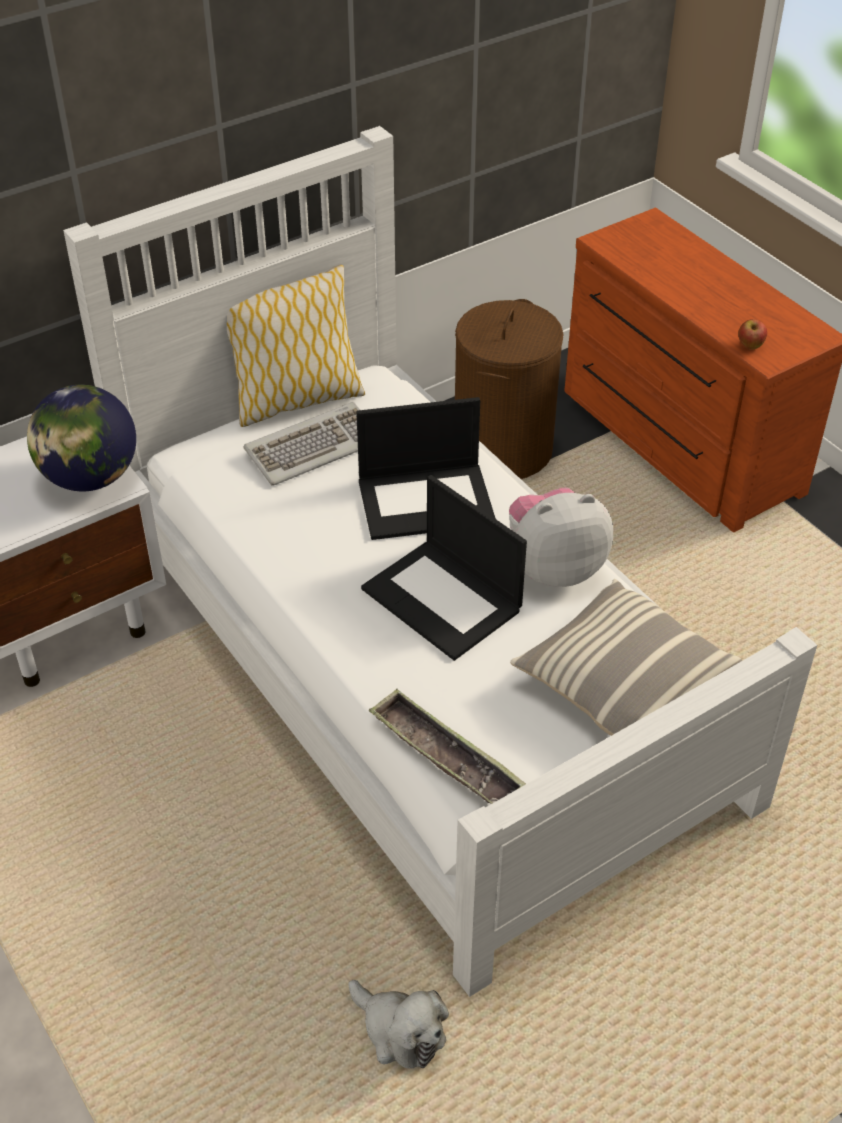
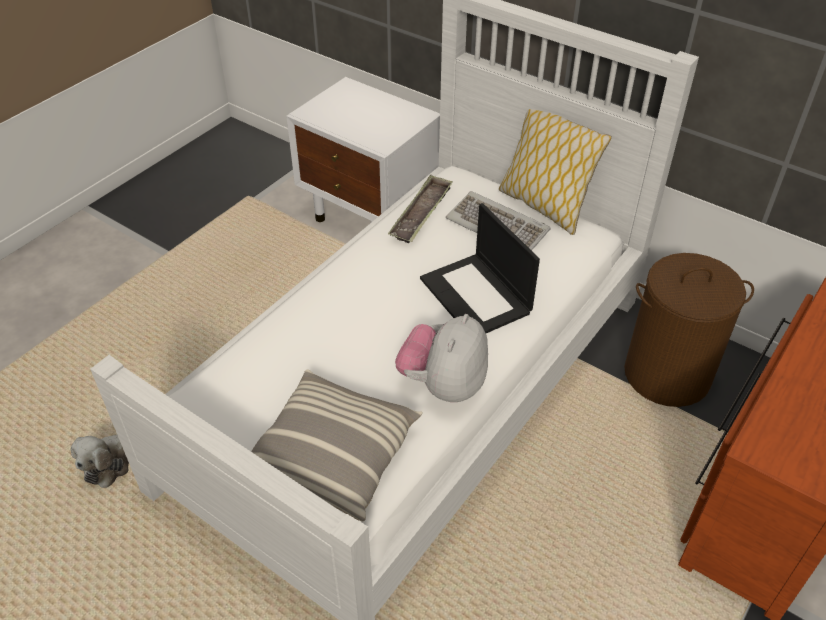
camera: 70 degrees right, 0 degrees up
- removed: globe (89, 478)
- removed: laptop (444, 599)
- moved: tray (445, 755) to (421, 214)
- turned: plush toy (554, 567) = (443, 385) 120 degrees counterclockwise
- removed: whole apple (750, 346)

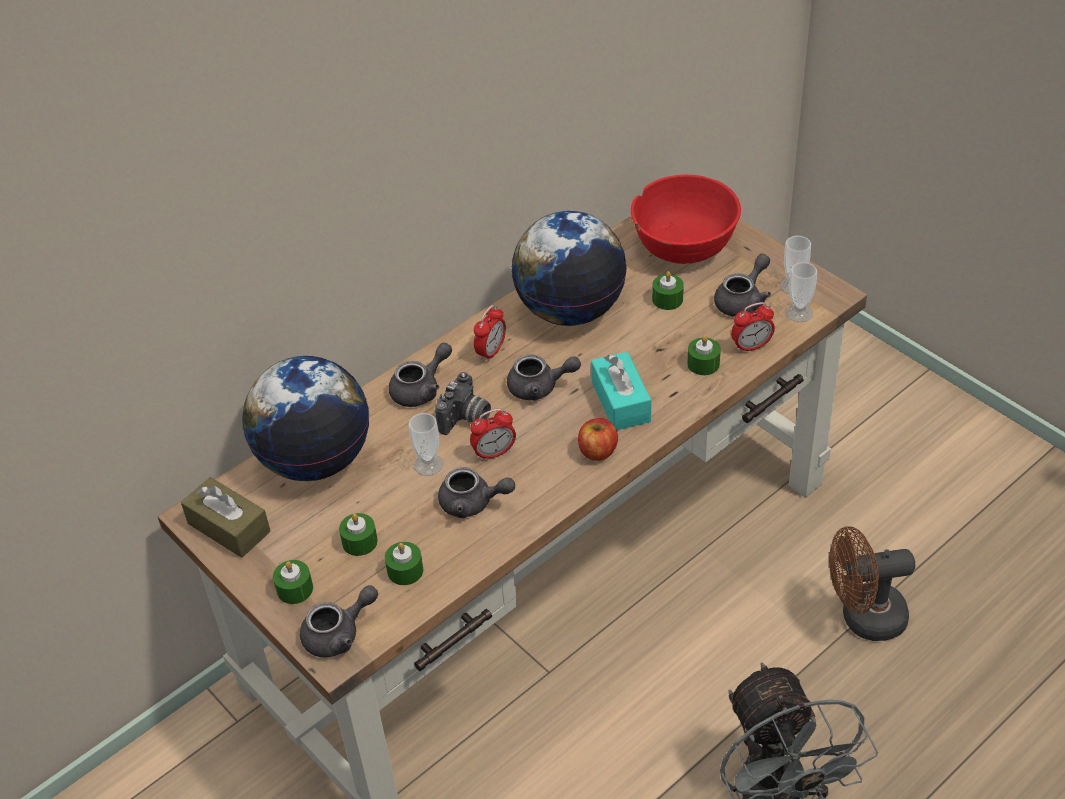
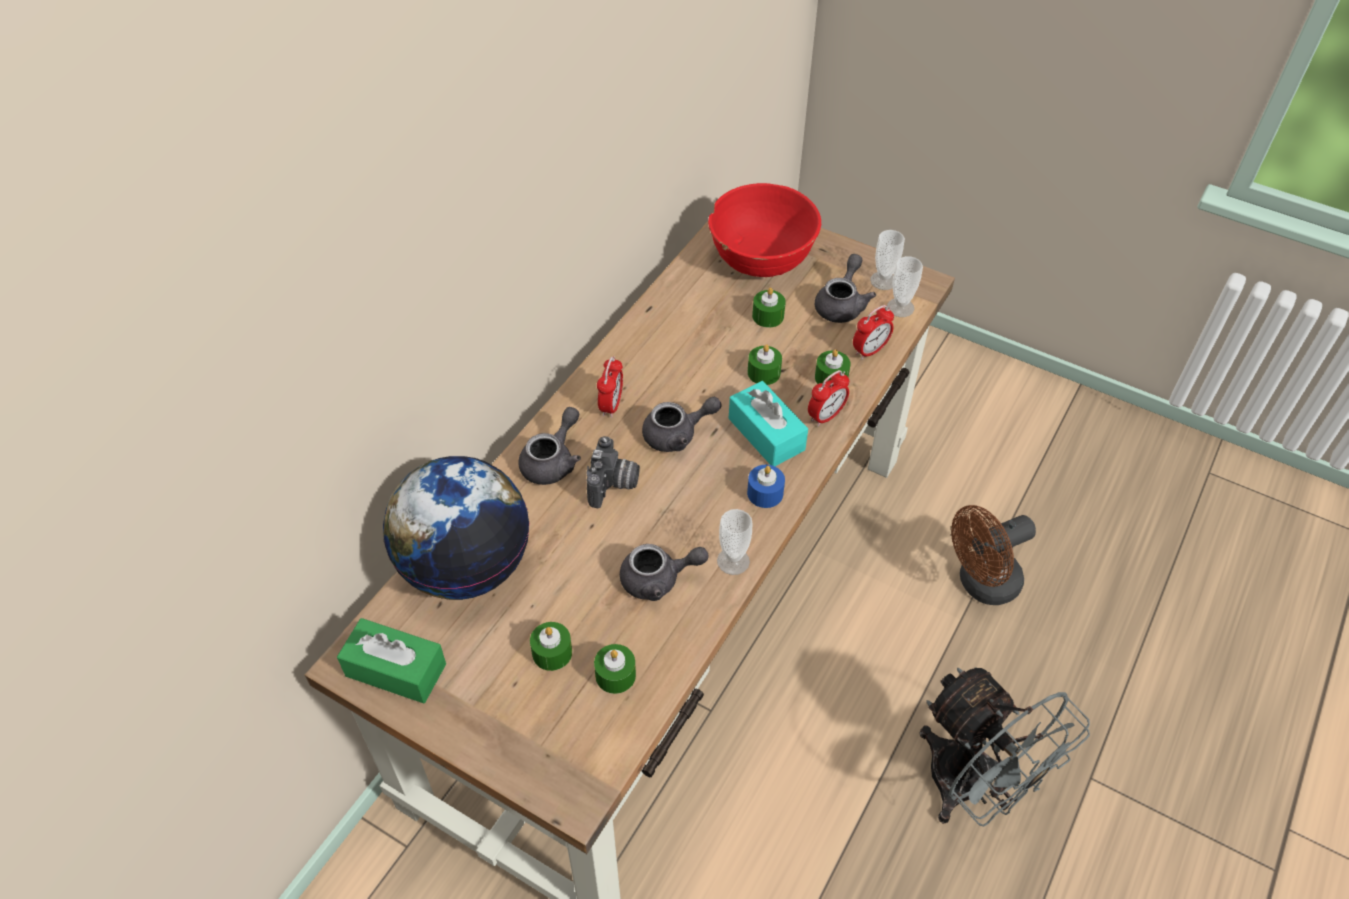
camera: 20 degrees left, 5 degrees up
- recoloured: brown box of tissues (229, 527) to green box of tissues (396, 670)
- moved: green wax candle (295, 589) to (764, 372)
- removed: grey teapot (339, 634)
- moved: drinking cup (428, 464) to (733, 561)
- moved: table clock (494, 453) to (826, 416)
- removed: globe (570, 310)
- replaced: whole apple (597, 451) to blue wax candle (765, 493)

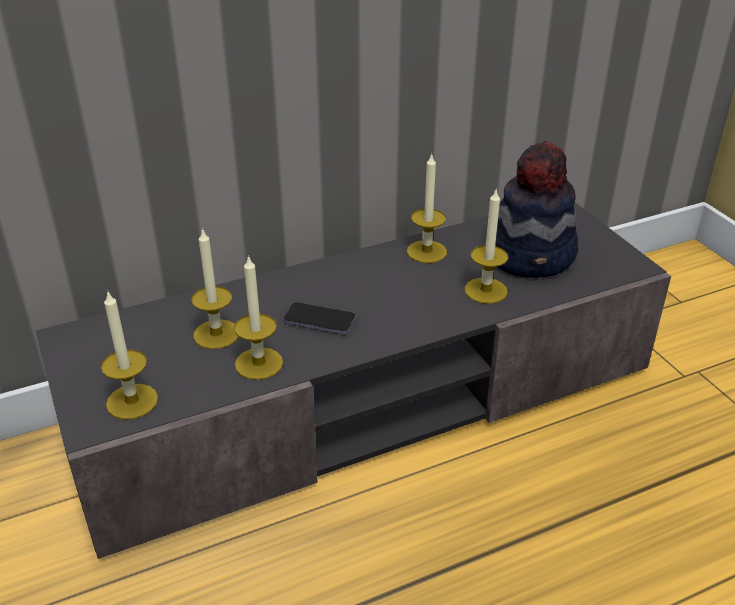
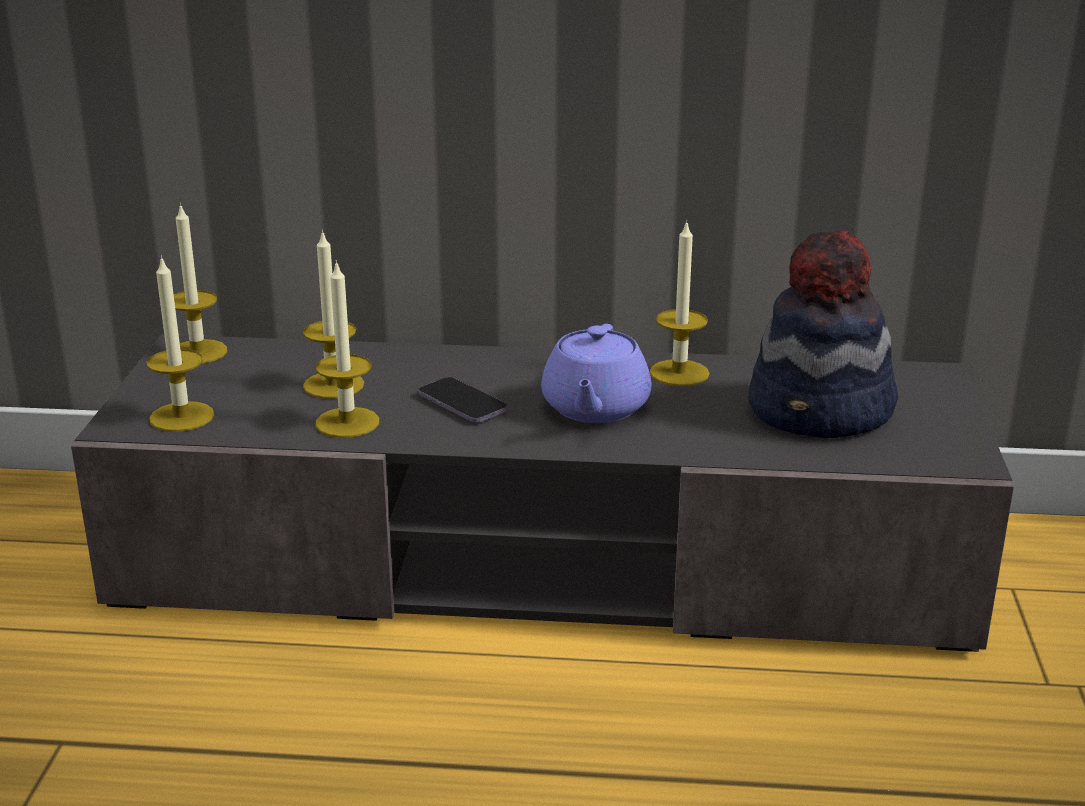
camera: 30 degrees right, 10 degrees down
- moved: wax candle (485, 290) to (198, 352)
- added: purple teapot (595, 408)

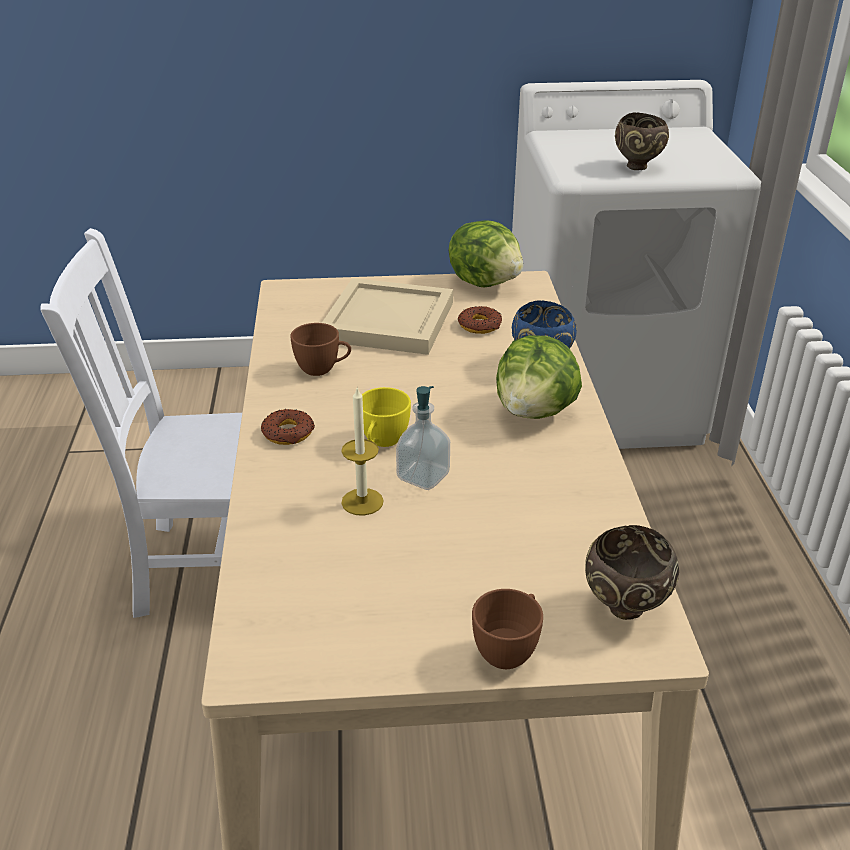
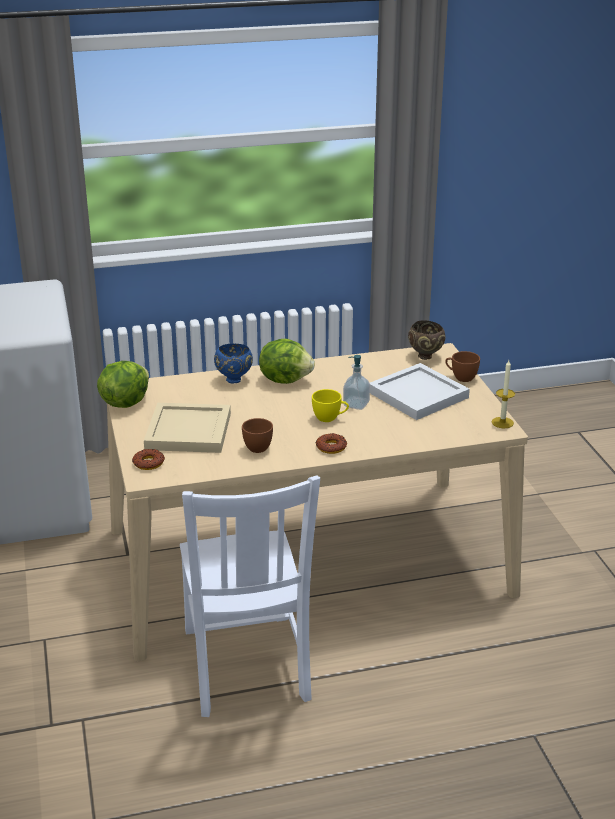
camera: 100 degrees left, 5 degrees down
- moved: wax candle (362, 502) to (502, 422)
- moved: doughnut (480, 325) to (148, 463)
- removed: brown serving bowl (638, 167)
- added: white tray (419, 395)

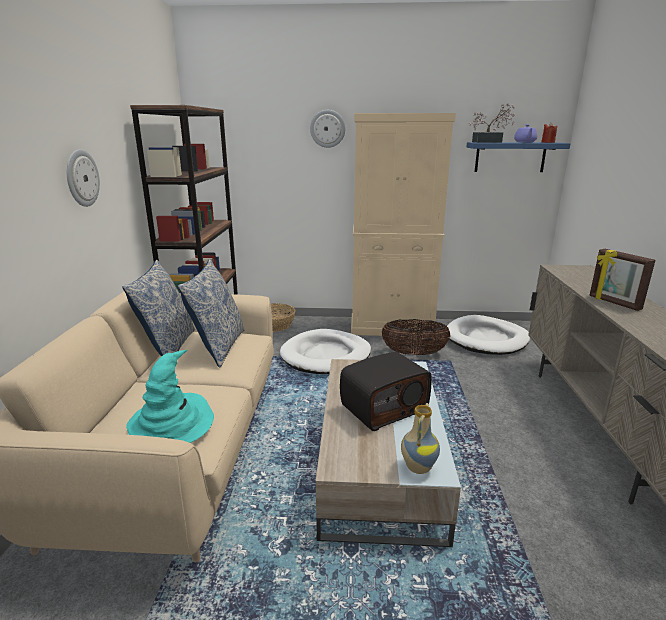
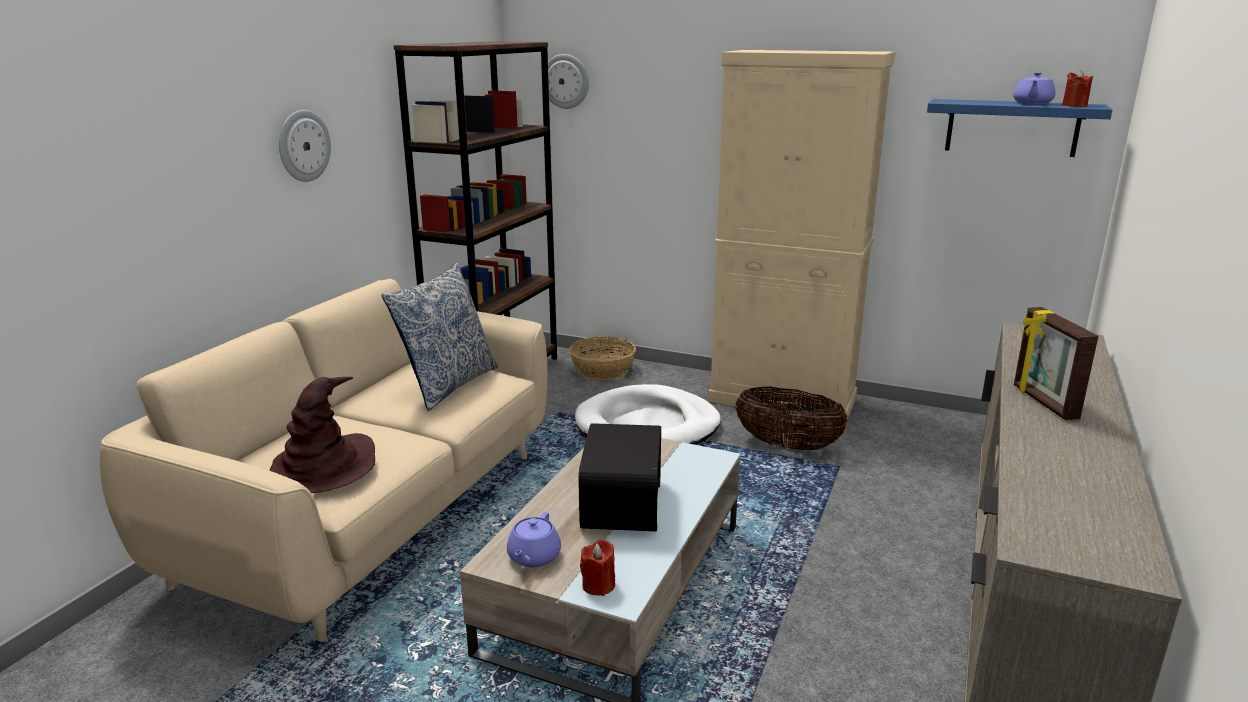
camera: 20 degrees right, 0 degrees up
- removed: cushion (168, 347)
- recoloured: blue-green hat (172, 423) to brown hat (325, 466)
- moved: clock on the wall (327, 128) to (566, 81)
- turned: radio set (383, 408) = (619, 504) 75 degrees counterclockwise
- replaced: flower vase (417, 467) to red-coloured wax candle (598, 585)
- removed: white dog bed (486, 339)
- removed: potted plant (490, 142)
- added: purple teapot (533, 557)

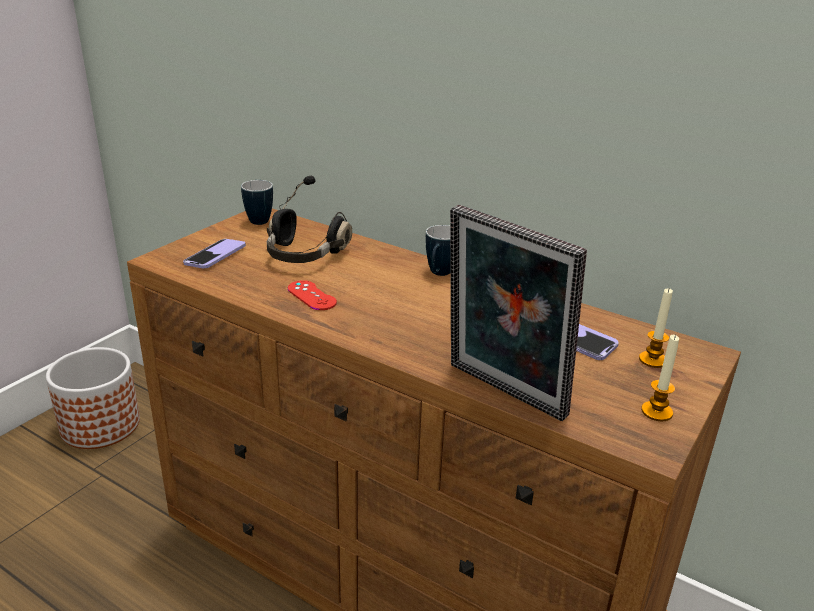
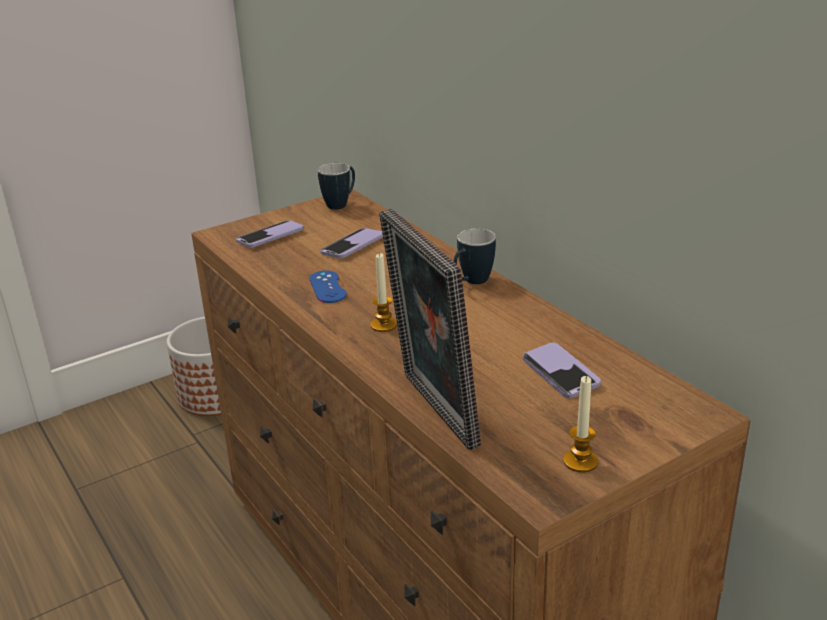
camera: 25 degrees right, 0 degrees up
- replaced: blackish pair of headphones (304, 255) to telephone (353, 245)
- recoloured: red-coloured game controller (311, 295) to blue game controller (327, 287)
- moved: wax candle (652, 360) to (384, 325)

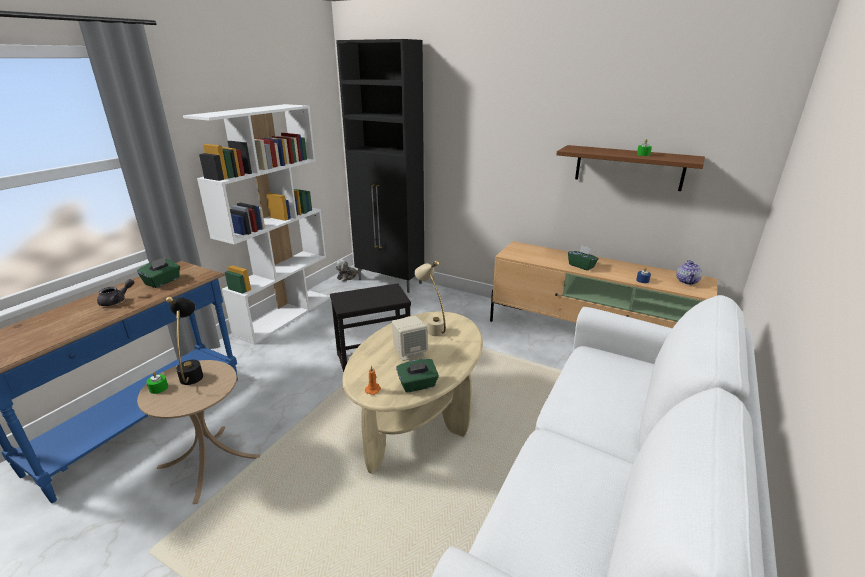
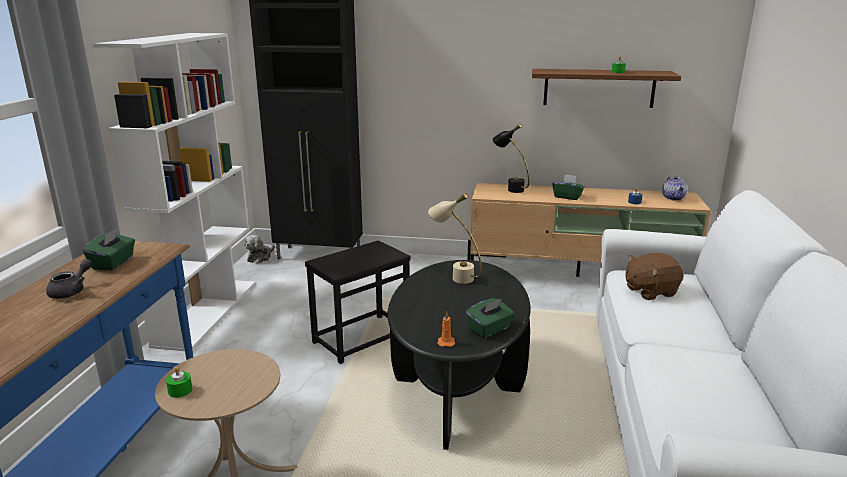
camera: 20 degrees left, 5 degrees down
- moved: blackish table lamp (193, 371) to (510, 188)
- recoloured: beige lounge table (418, 418) to blackish lounge table (457, 386)
- removed: beige speaker (410, 352)
- added: brown plush toy (650, 291)

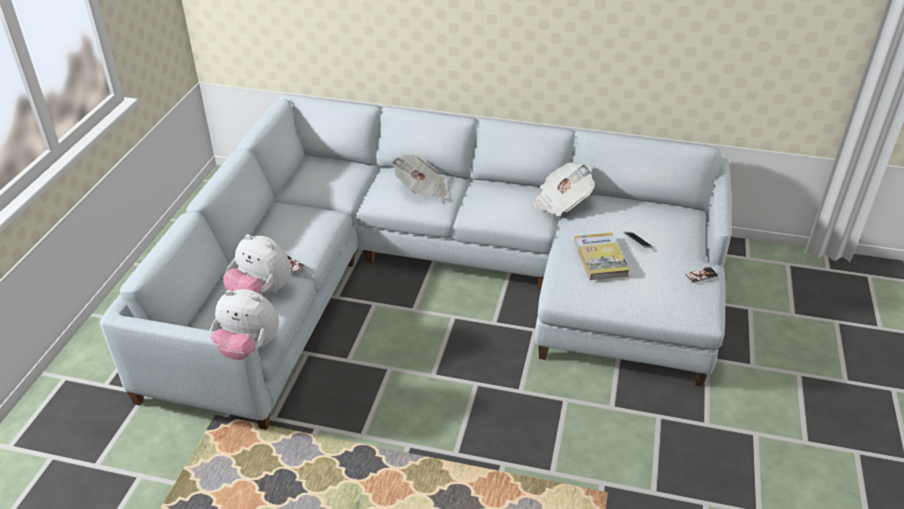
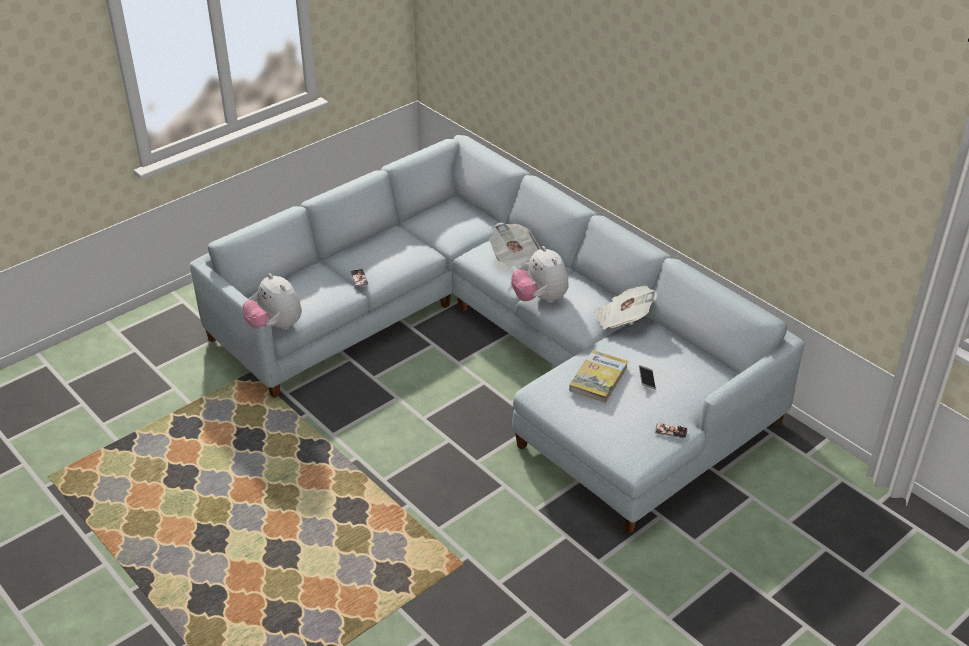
camera: 35 degrees right, 0 degrees up
- moved: plush toy (261, 293) to (540, 299)

